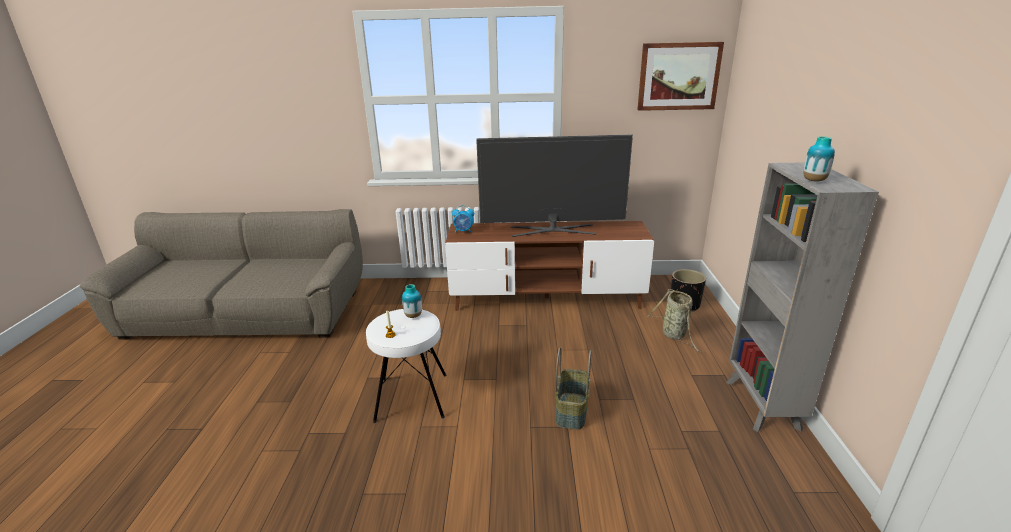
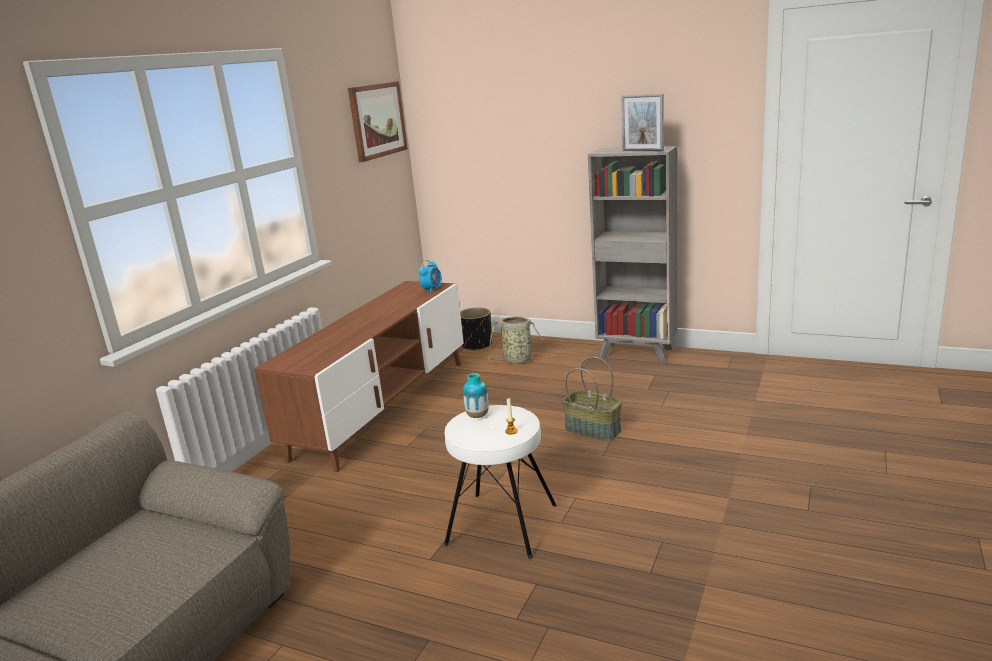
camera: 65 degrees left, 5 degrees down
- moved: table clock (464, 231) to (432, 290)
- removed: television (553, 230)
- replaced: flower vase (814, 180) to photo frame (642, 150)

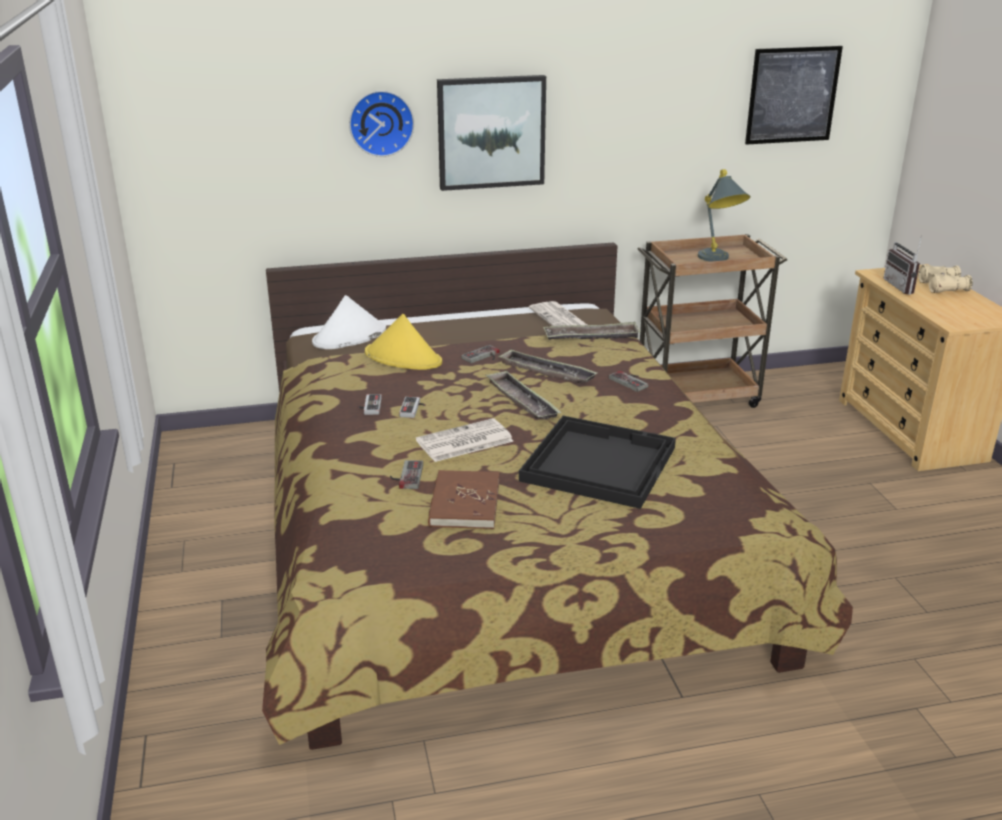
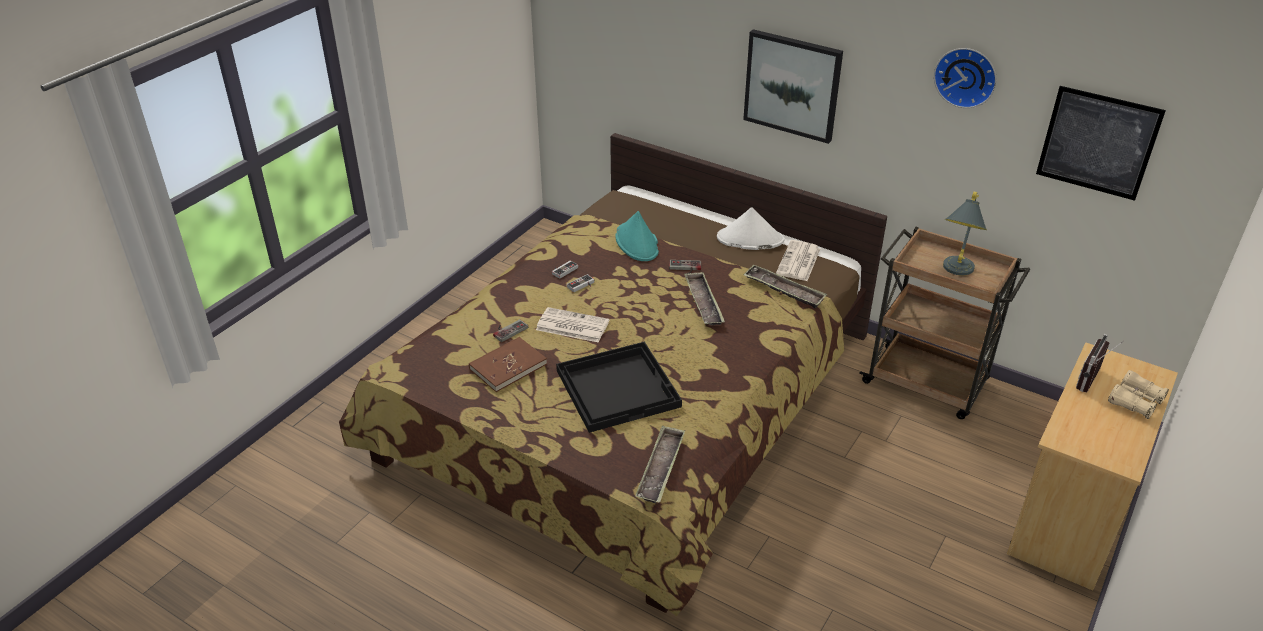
camera: 45 degrees right, 10 degrees up
- moved: white hat (349, 336) to (750, 239)
- moved: clock on the wall (381, 122) to (966, 76)
- recoloured: yellowish hat (403, 358) to blue-green hat (637, 243)
- moved: tray (521, 401) to (661, 468)
- removed: game controller (631, 381)

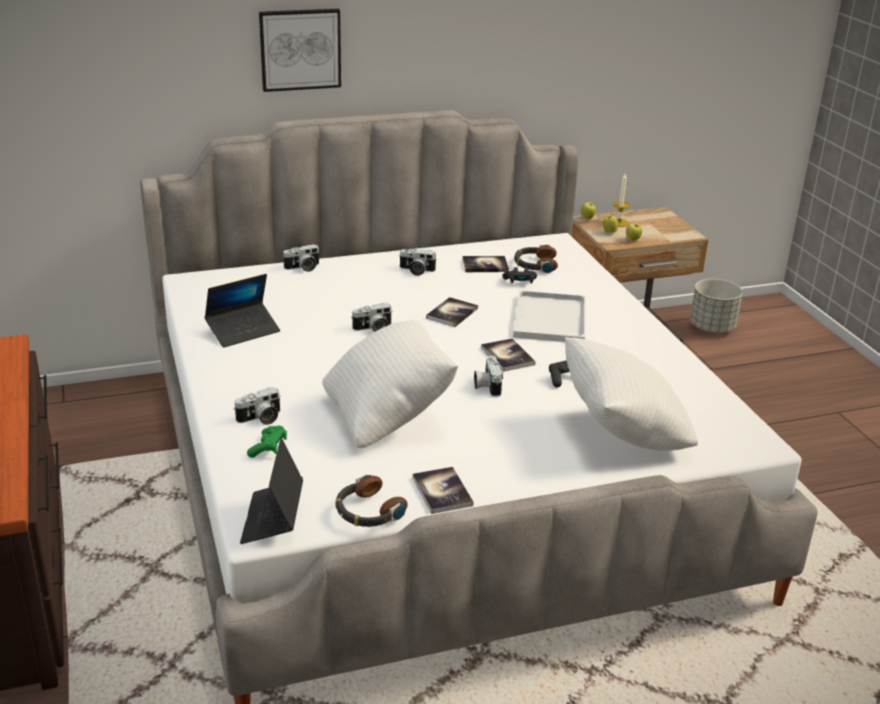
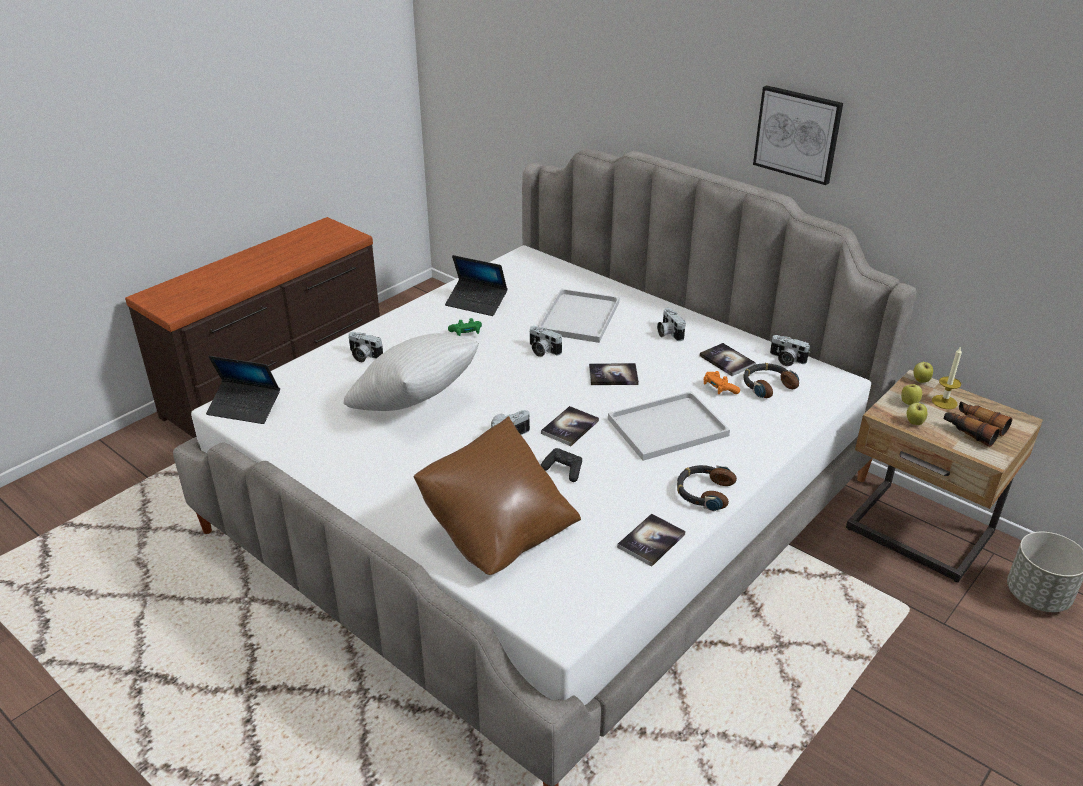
camera: 60 degrees right, 5 degrees up
- turned: laptop (273, 519) = (245, 408) 135 degrees counterclockwise
- moved: green game controller (268, 448) to (466, 333)
- moved: wall picture (300, 49) to (797, 134)
- moved: still camera (303, 268) to (786, 360)
- moved: pair of headphones (368, 511) to (704, 492)
- moved: book (442, 491) to (651, 541)
- recoloured: blackish game controller (520, 282) to orangey game controller (719, 389)
- recoloured: white cushion (623, 434) to brown cushion (498, 531)
- added: white tray (578, 316)
- added: pair of binoculars (973, 429)

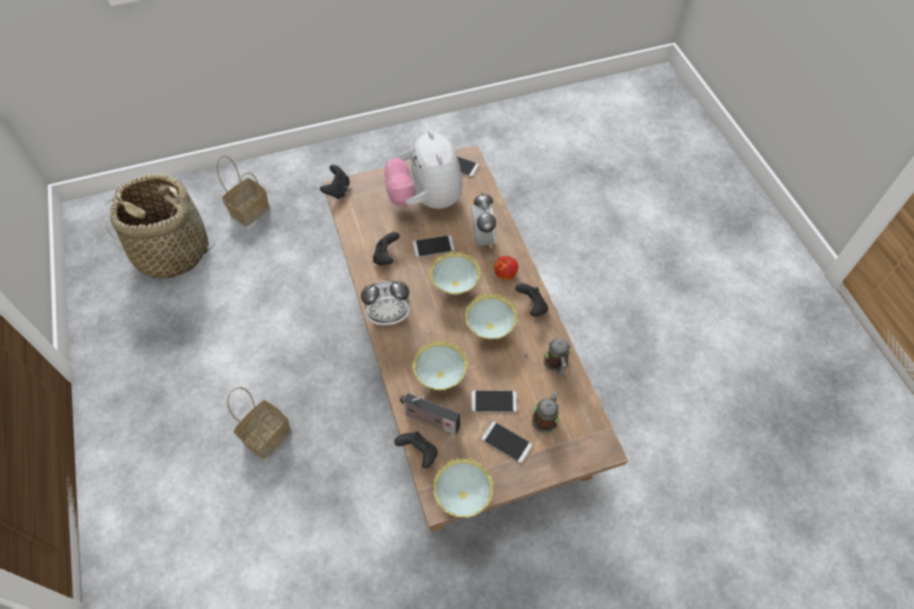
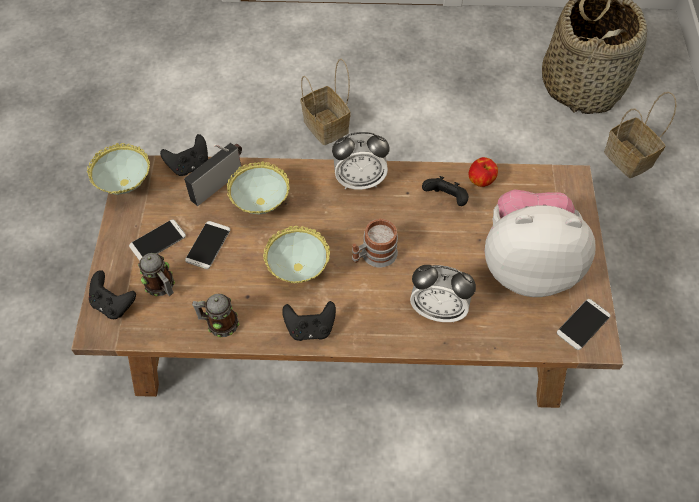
camera: 110 degrees right, 0 degrees up
- moved: blackish game controller (337, 190) to (113, 304)
- turned: table clock (388, 316) = (360, 181) 105 degrees counterclockwise
- removed: telephone (433, 246)
- replaced: serving bowl (455, 287) to tea mug (373, 255)
- moved: whole apple (505, 274) to (481, 181)

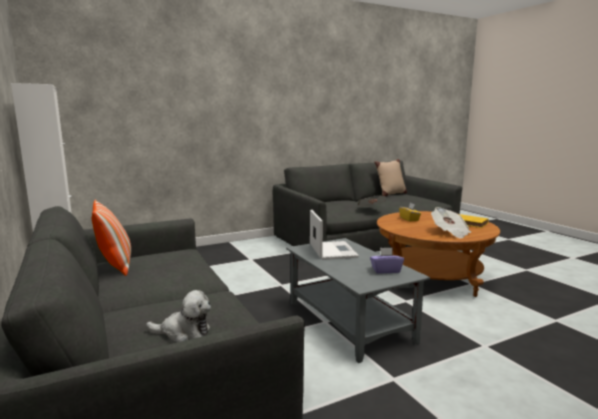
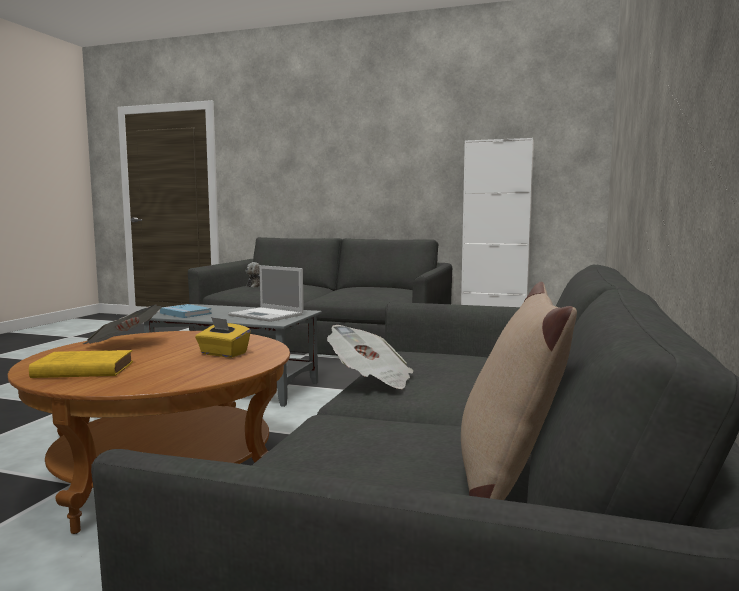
camera: 135 degrees right, 5 degrees down
- removed: cushion (115, 266)
- replaced: purple box of tissues (386, 270) to blue book (185, 313)

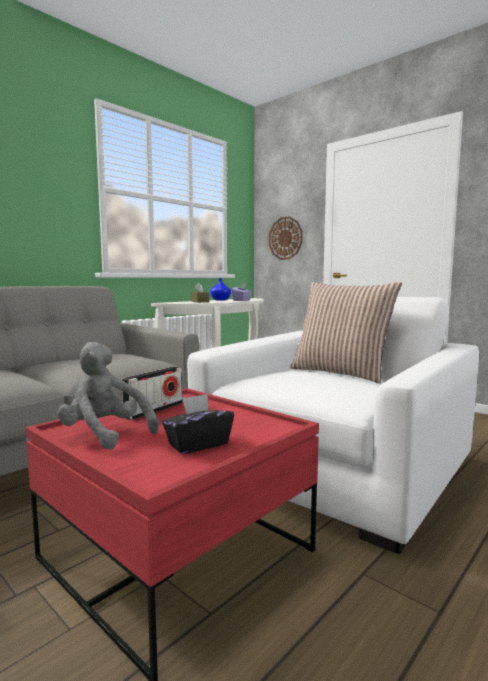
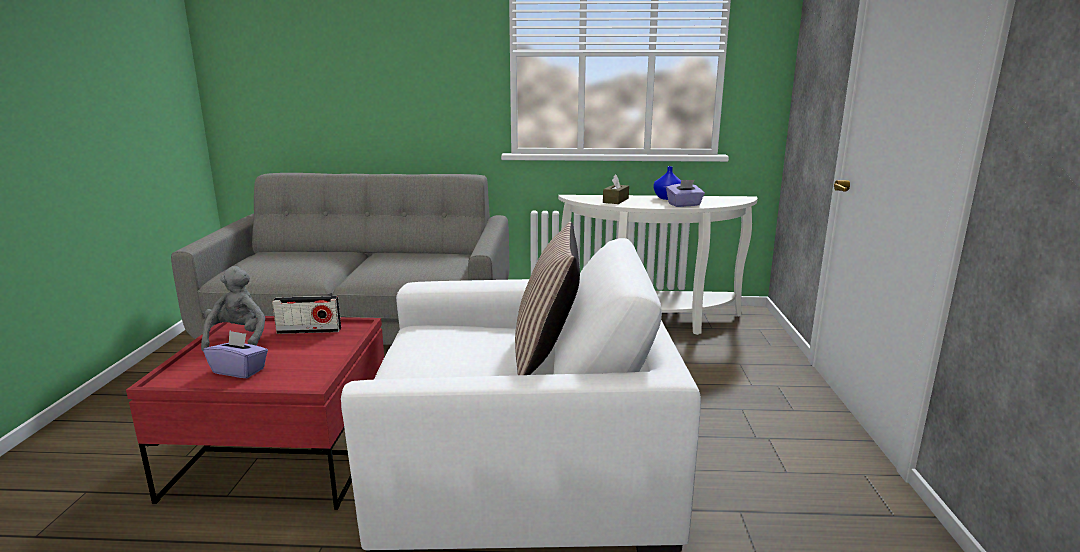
camera: 50 degrees right, 10 degrees up
- recoloured: blackish box of tissues (198, 444) to purple box of tissues (239, 370)
- removed: clock on the wall (285, 238)

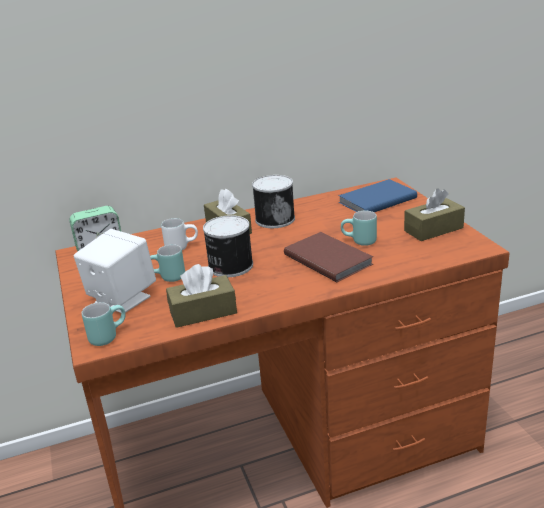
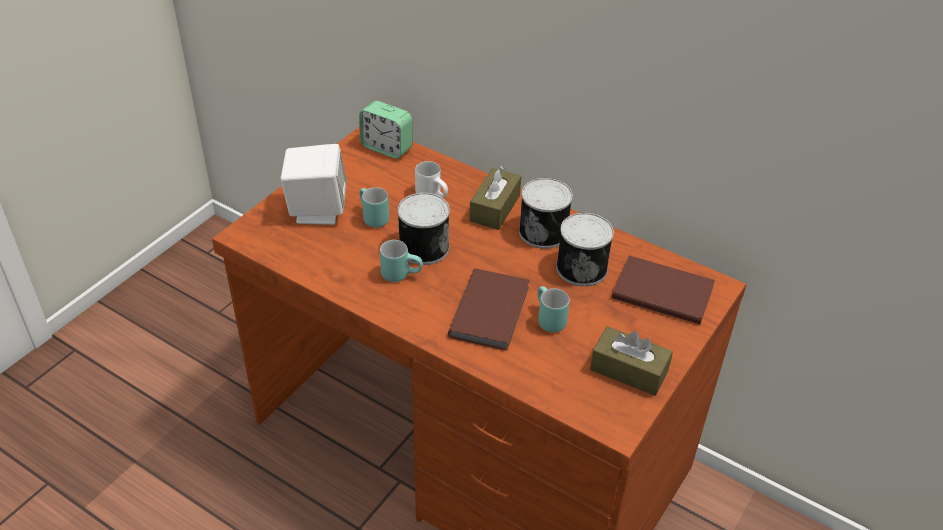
camera: 50 degrees right, 15 degrees up
- moved: blue-green tea mug (107, 335) to (401, 274)
- removed: brown box of tissues (203, 312)
- recoloured: blue book (375, 200) to brown book (662, 291)
- added: sealed can (582, 267)

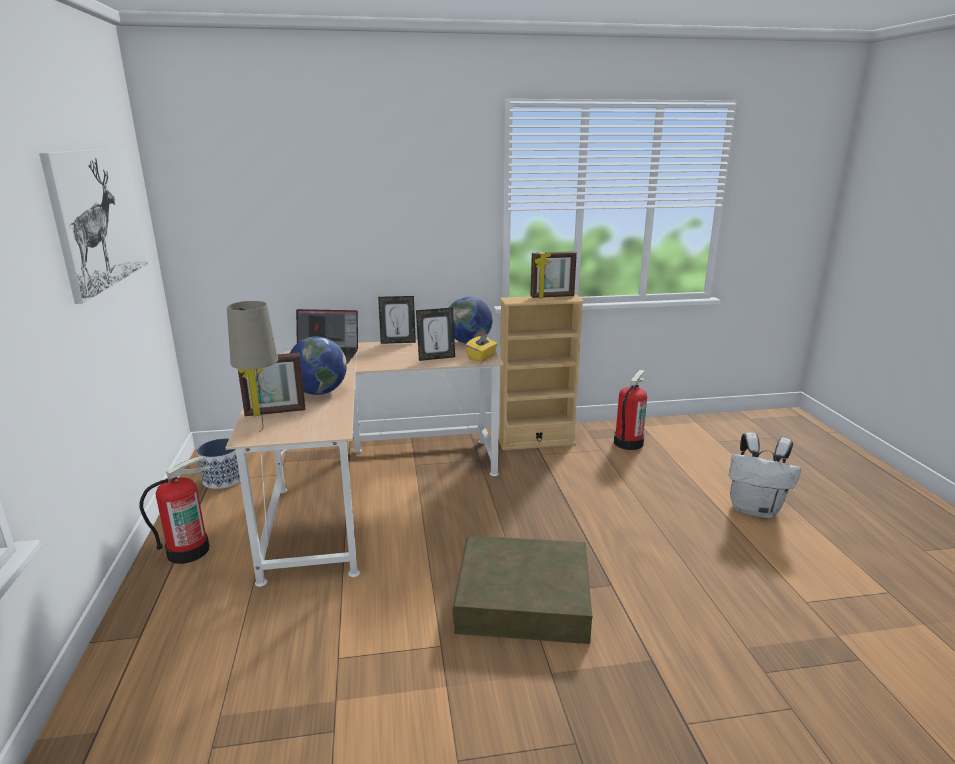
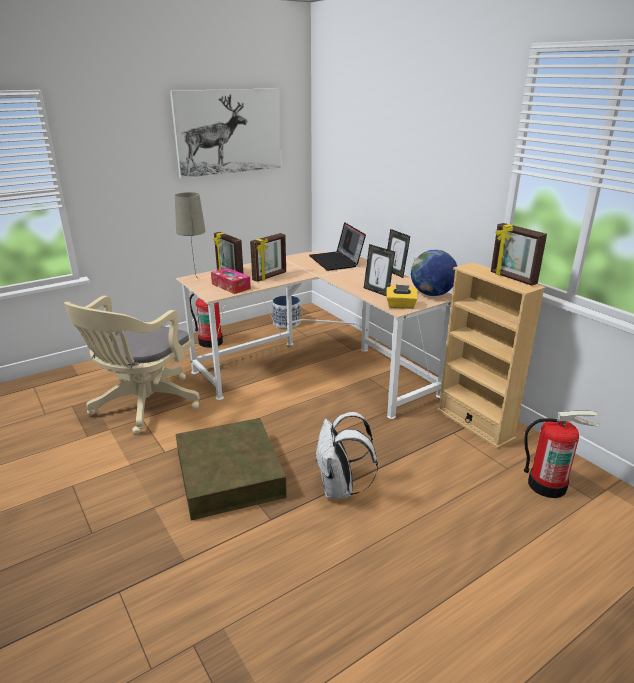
camera: 65 degrees right, 5 degrees up
- replaced: globe (319, 392) to photo frame (270, 276)
- moved: white rucksack (755, 509) to (340, 489)
- added: beige desk chair (142, 406)
- added: box of tissues (231, 286)

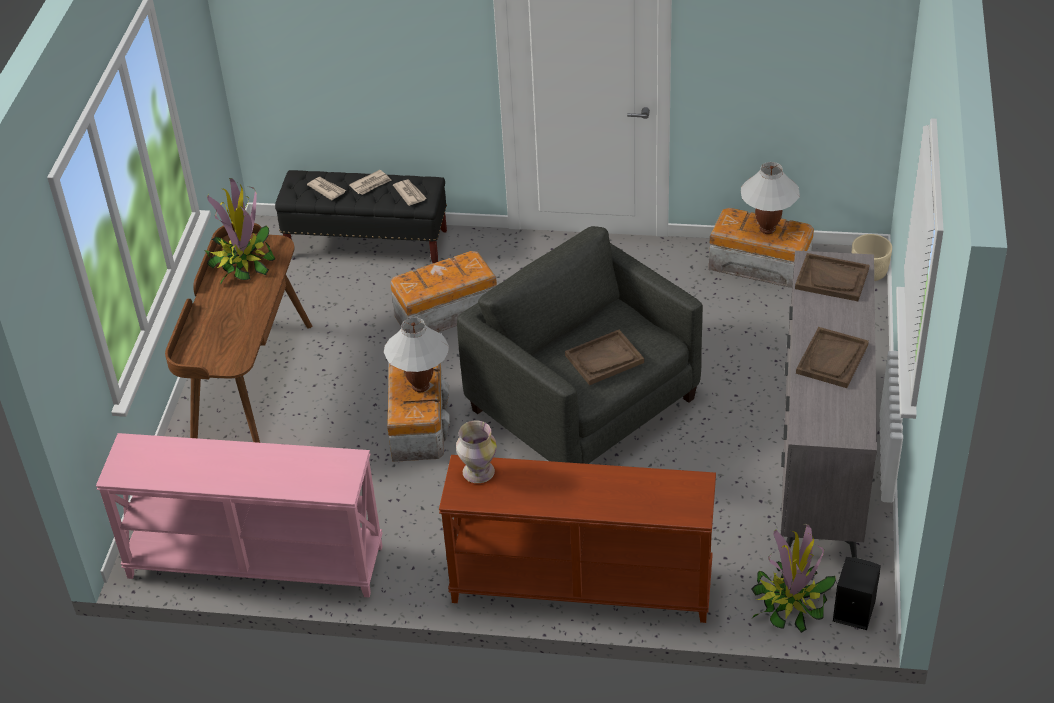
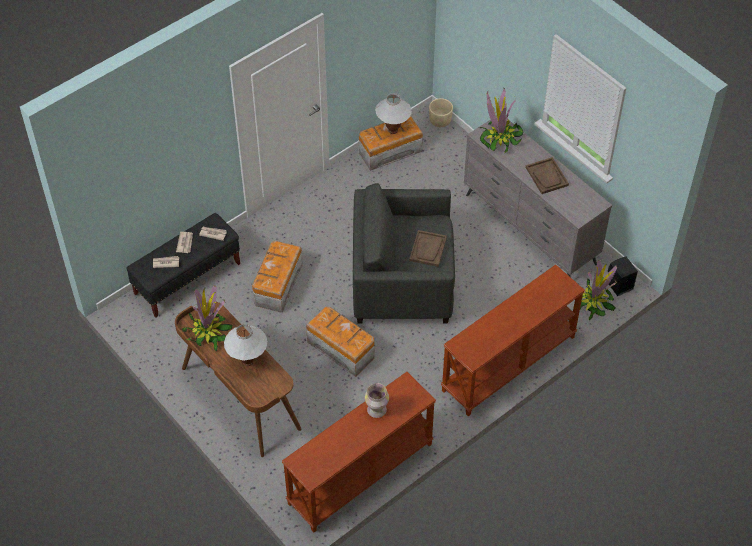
camera: 50 degrees left, 10 degrees up
- recoloured: pinkish narrow table (254, 563) to brown narrow table (361, 474)
- moved: white table lamp (420, 386) to (247, 361)
- moved: flower vase (477, 472) to (376, 410)
- replaced: brown tray (832, 279) to potted plant (499, 137)

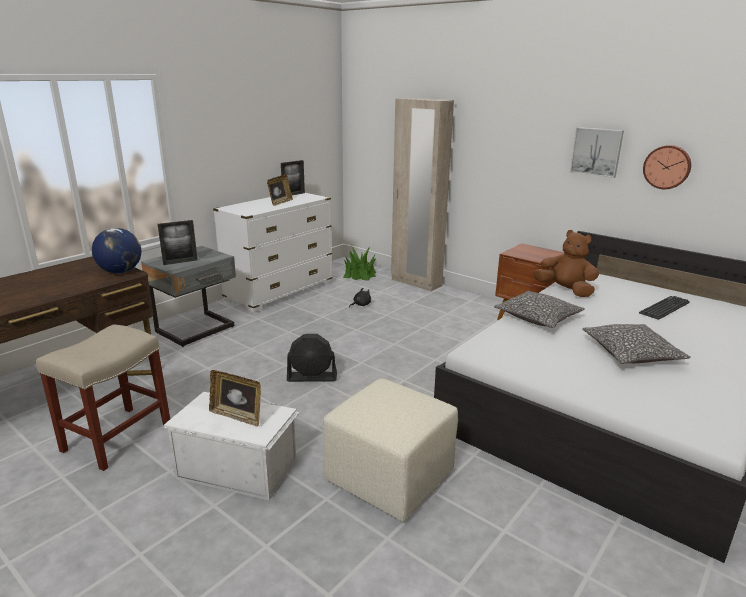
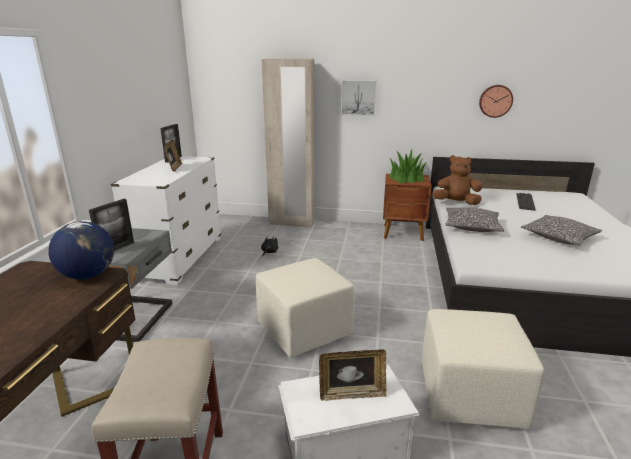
camera: 30 degrees left, 0 degrees up
- replaced: blackish cooling fan (312, 377) to beige pouffe (305, 330)
- moved: potted plant (359, 275) to (406, 178)
- moved: wall picture (596, 151) to (358, 97)

